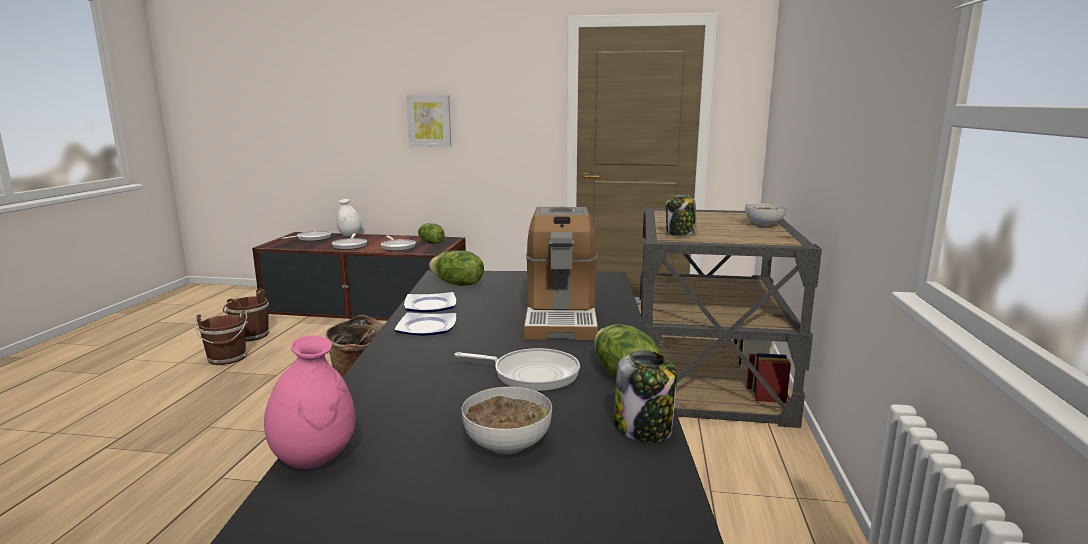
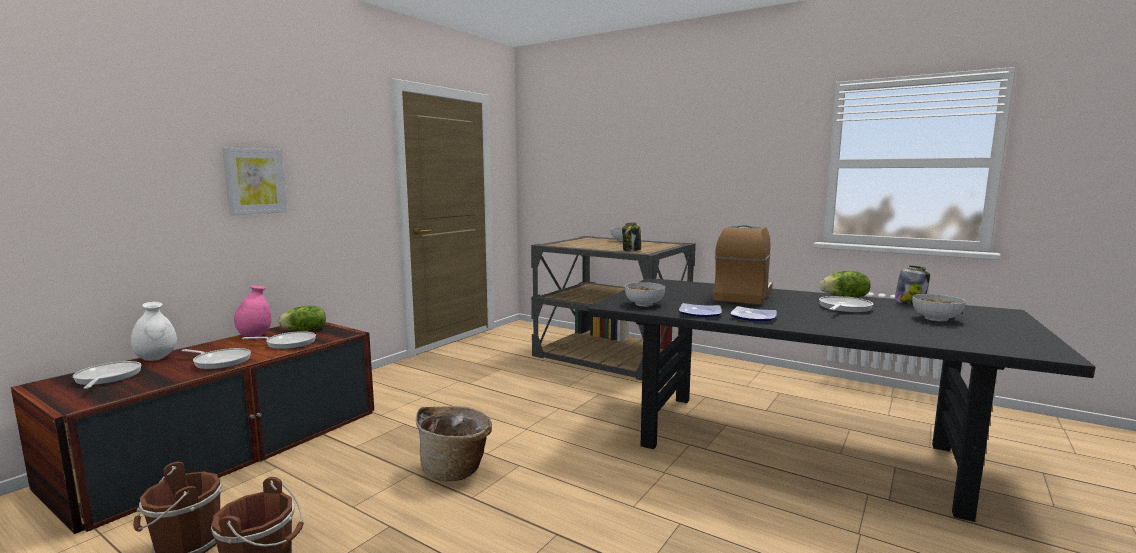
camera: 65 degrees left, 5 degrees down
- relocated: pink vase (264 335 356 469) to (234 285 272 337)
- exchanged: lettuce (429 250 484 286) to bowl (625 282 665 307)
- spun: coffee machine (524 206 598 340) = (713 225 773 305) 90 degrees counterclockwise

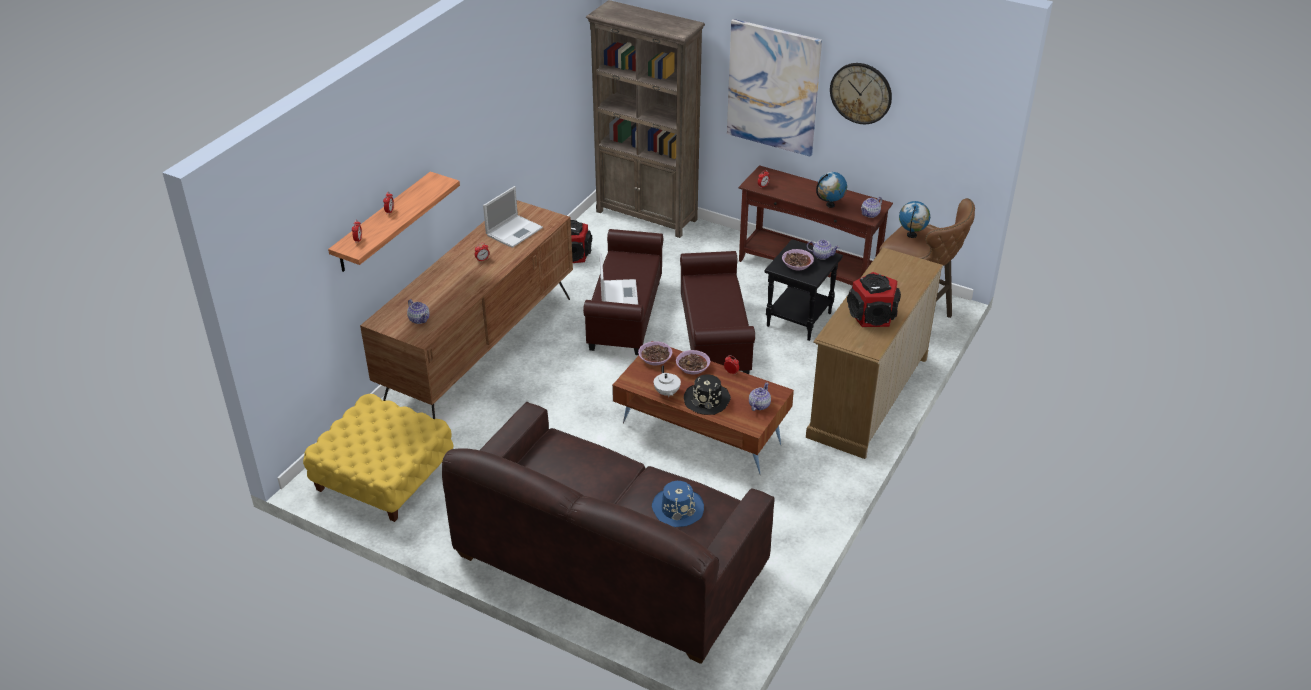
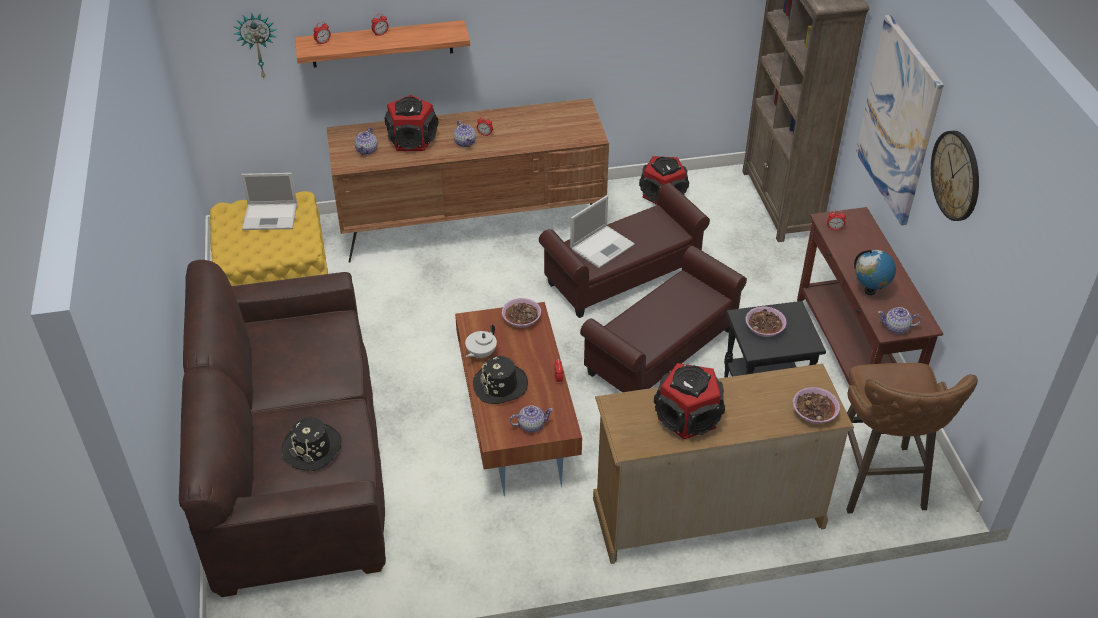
camera: 50 degrees right, 5 degrees up
- missing: globe (899 201 930 238)
- appeared: wall clock (235 13 276 78)
- appeared: speaker (385 95 438 151)
- relocated: laptop (483 186 543 248) to (241 173 297 230)
- relocated: bowl (676 350 710 375) to (793 387 840 424)
- relocated: teapot (807 240 839 260) to (453 121 476 147)
- colour: blue hat (652 481 704 527) to black hat (282 417 341 471)

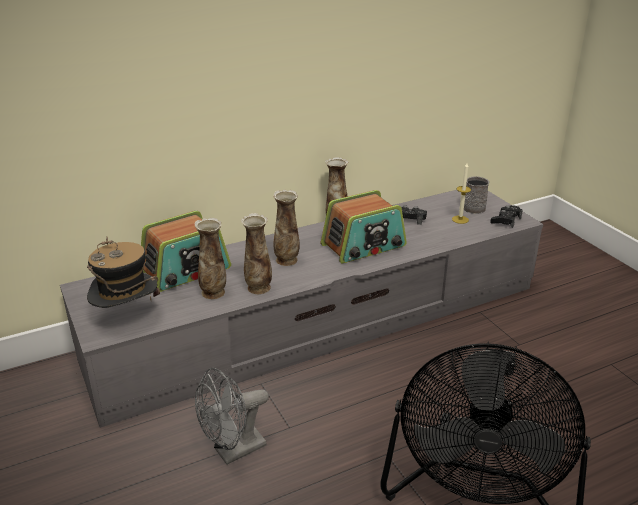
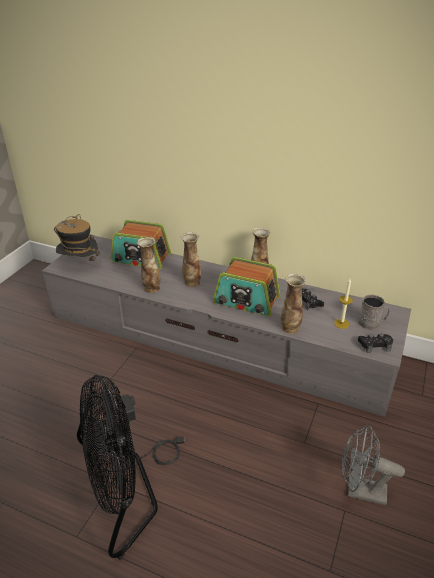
camera: 50 degrees right, 5 degrees up
- relocated: vase (195 218 226 299) to (281 273 306 334)
- relocated: grey fan (195 368 269 465) to (341 425 405 506)

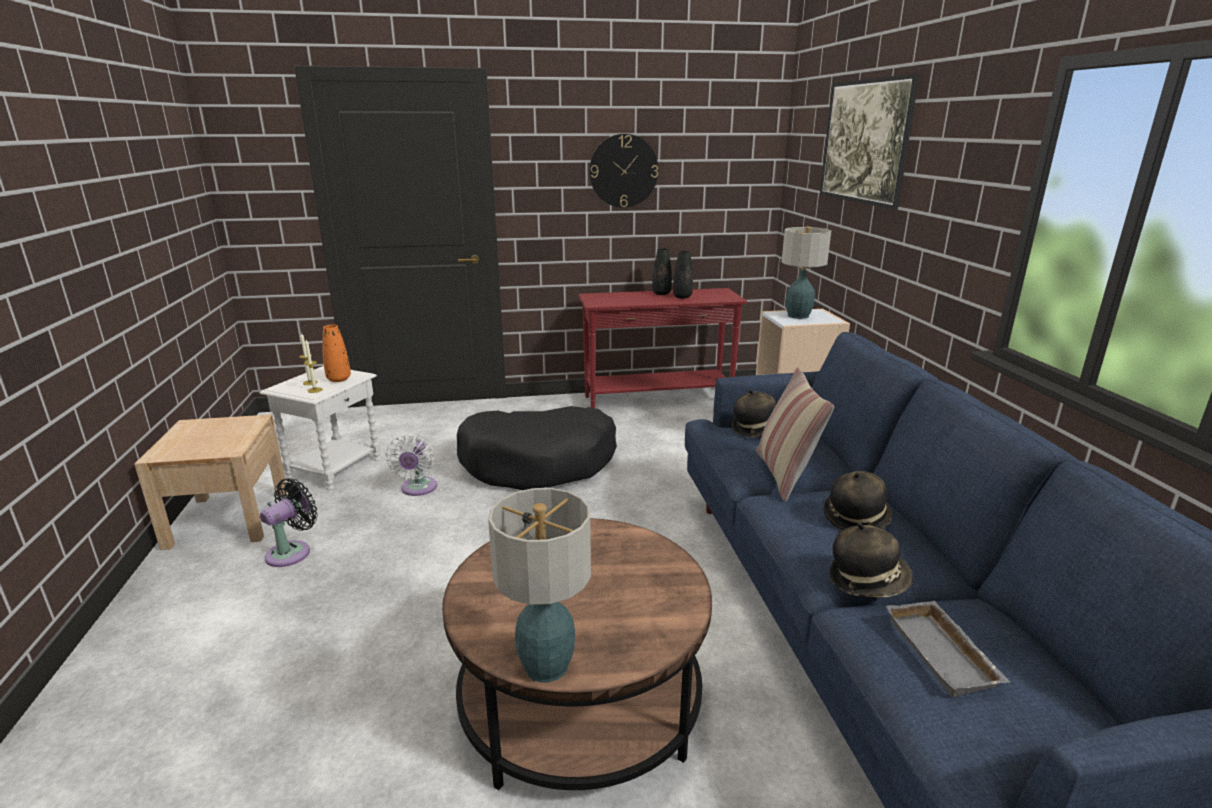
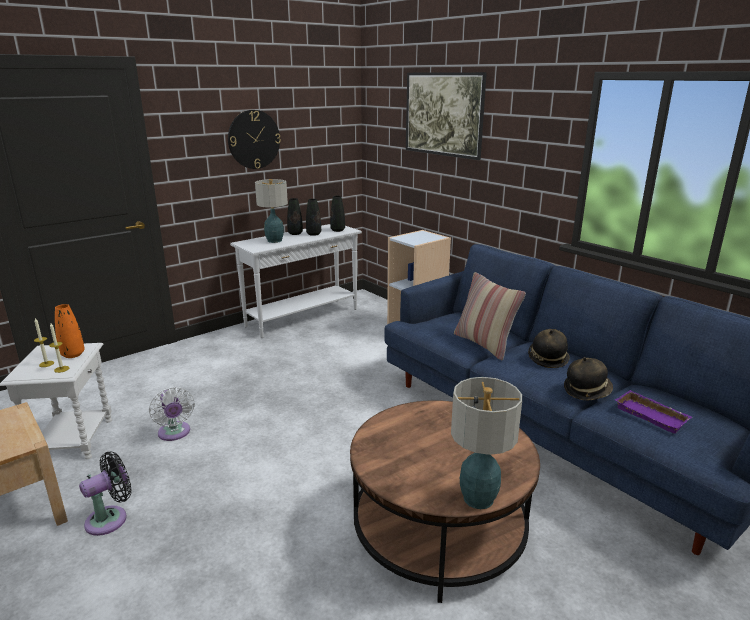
camera: 30 degrees left, 0 degrees up
- missing: black dog bed (457 406 617 490)
- missing: hat (732 389 776 437)
- appeared: black vase (330 196 345 232)
- relocated: table lamp (782 226 831 319) to (255 179 288 243)
- colour: red console table (578 288 747 408) to white console table (230 224 362 338)
- colour: grey tray (886 601 1010 697) to purple tray (615 390 692 434)
- spun: black fan (260 478 318 567) = (79 452 132 536) 45 degrees clockwise

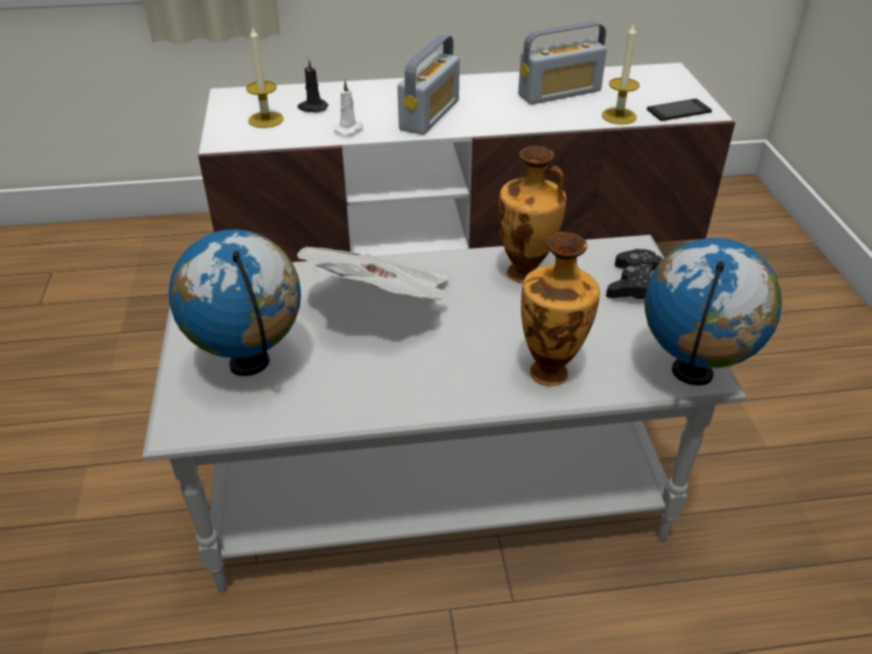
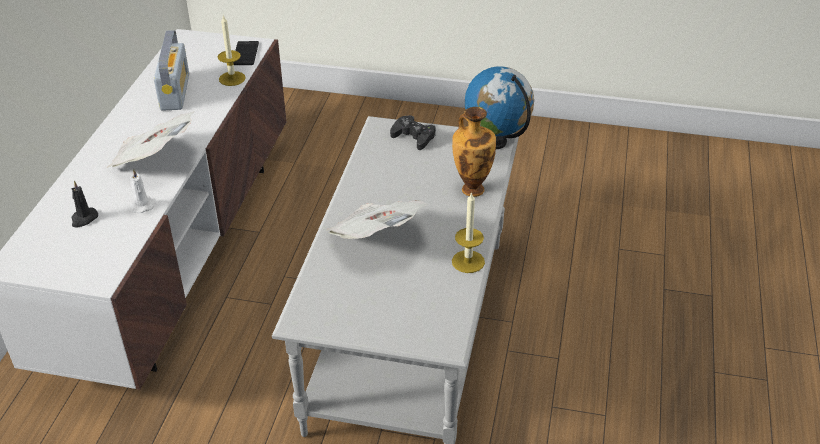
camera: 70 degrees left, 0 degrees up
- missing: globe (169 229 301 376)
- missing: vase (498 146 566 283)
- relocated: candle (246 26 284 128) to (452 192 485 273)
- exchanged: radio (398 34 460 135) to newspaper (107 111 194 168)

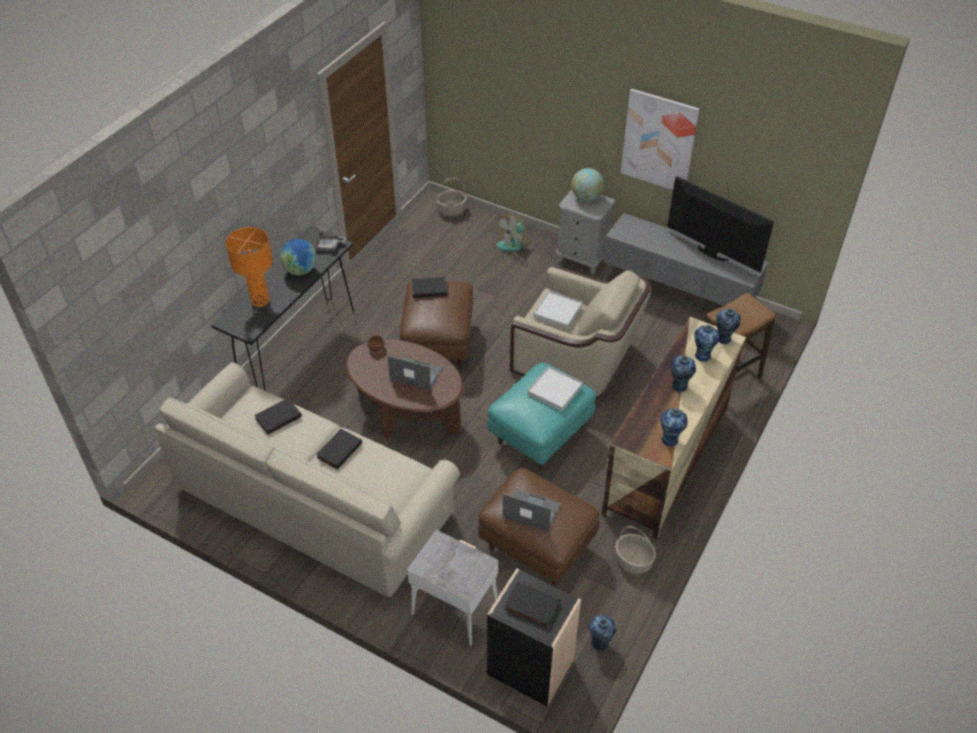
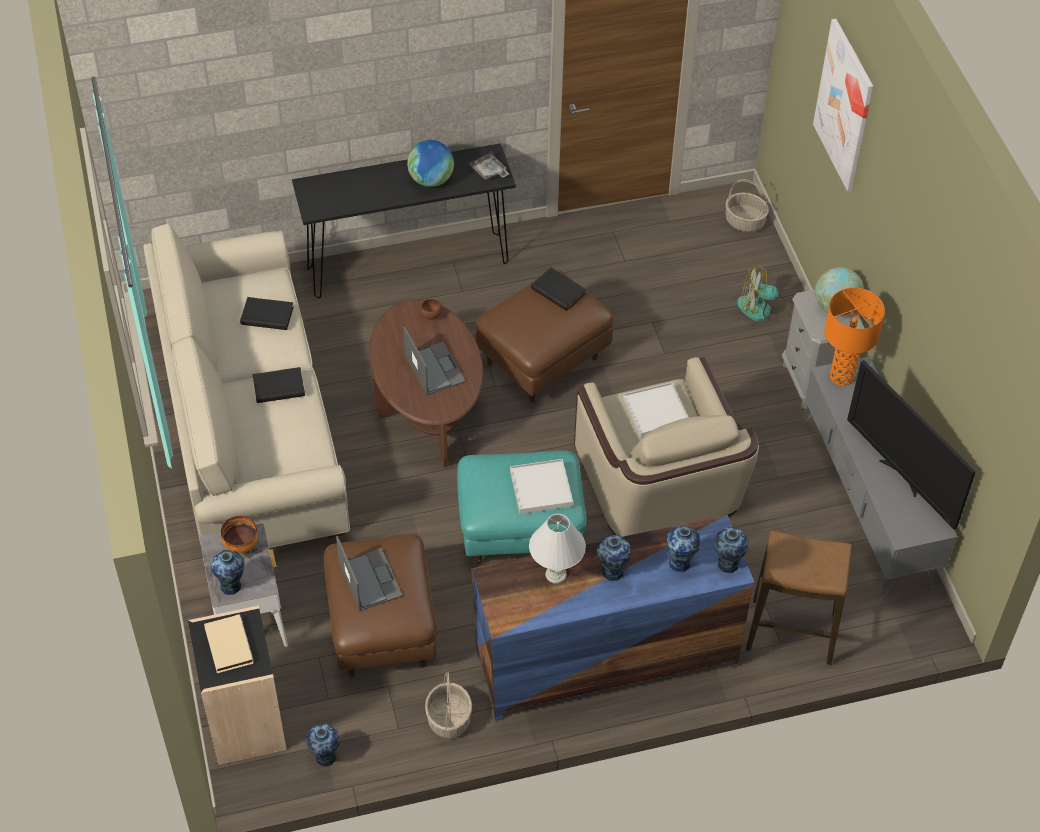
camera: 45 degrees right, 5 degrees up
- appeared: bowl (221 516 258 553)
- appeared: white table lamp (529 514 586 584)
- relocated: orange table lamp (226 227 273 307) to (824 288 885 386)
- relocated: picture (621 89 700 190) to (813 19 873 191)
- relocated: vase (661 408 688 446) to (211 550 245 595)
- colour: black book (504 581 560 628) to beige book (204 614 254 673)
- colour: beige cabinet (602 317 746 540) to blue cabinet (471 515 755 721)
- spun: television (667 176 774 272) = (847 360 976 530) 150 degrees clockwise

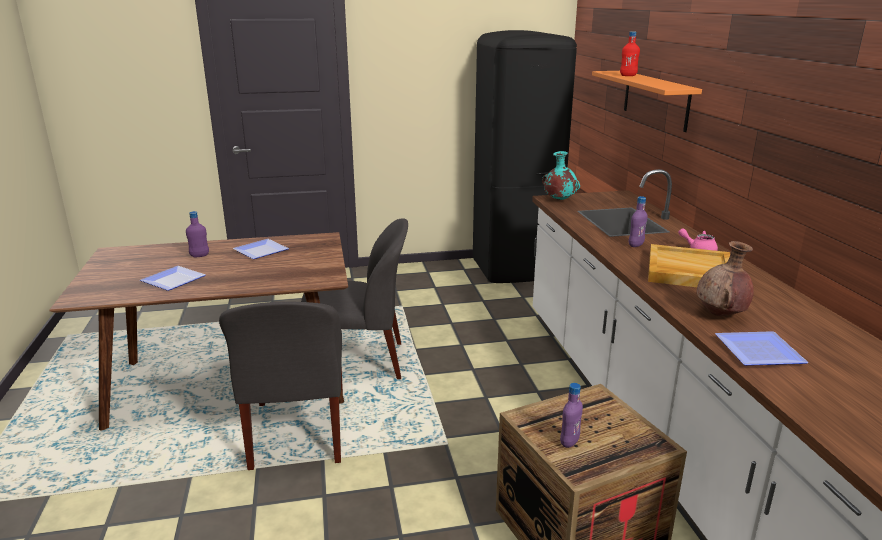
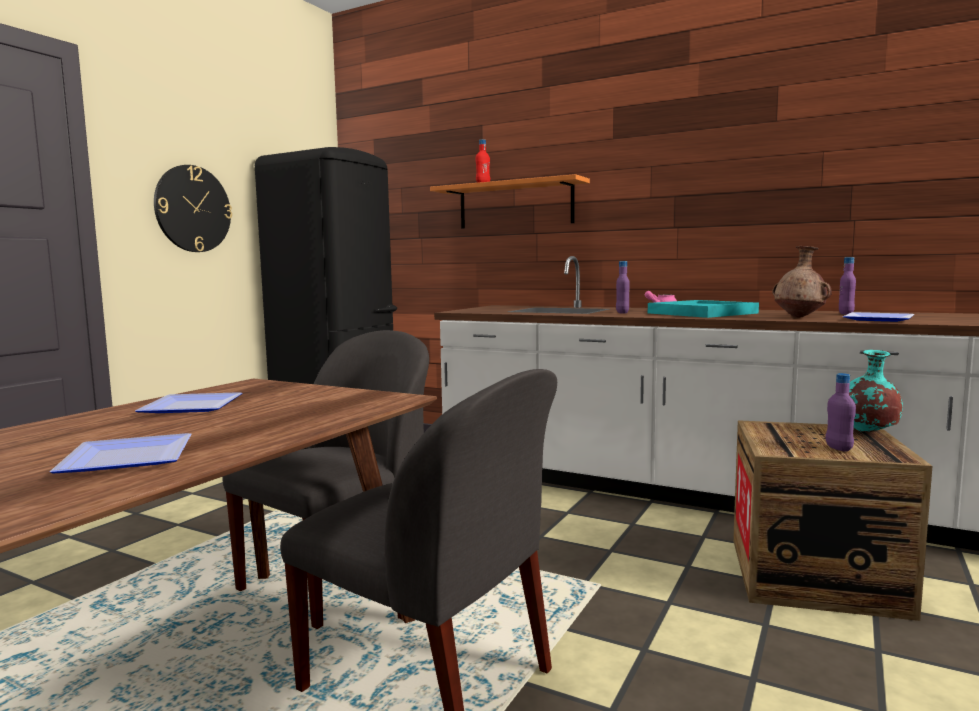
camera: 50 degrees left, 15 degrees down
- appeared: wall clock (154 165 232 252)
- relocated: purple bottle (186 211 209 257) to (839 257 856 315)
- relocated: turquoise vase (542 151 580 200) to (849 350 903 432)
- colour: beige tray (648 244 730 287) to turquoise tray (648 300 759 318)

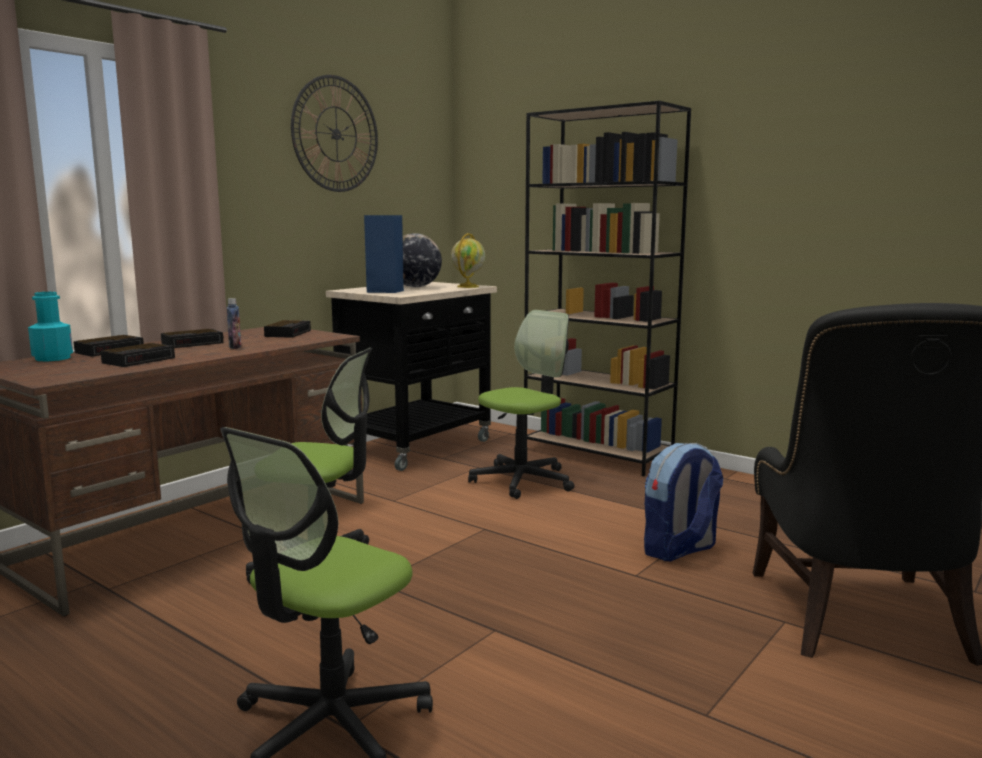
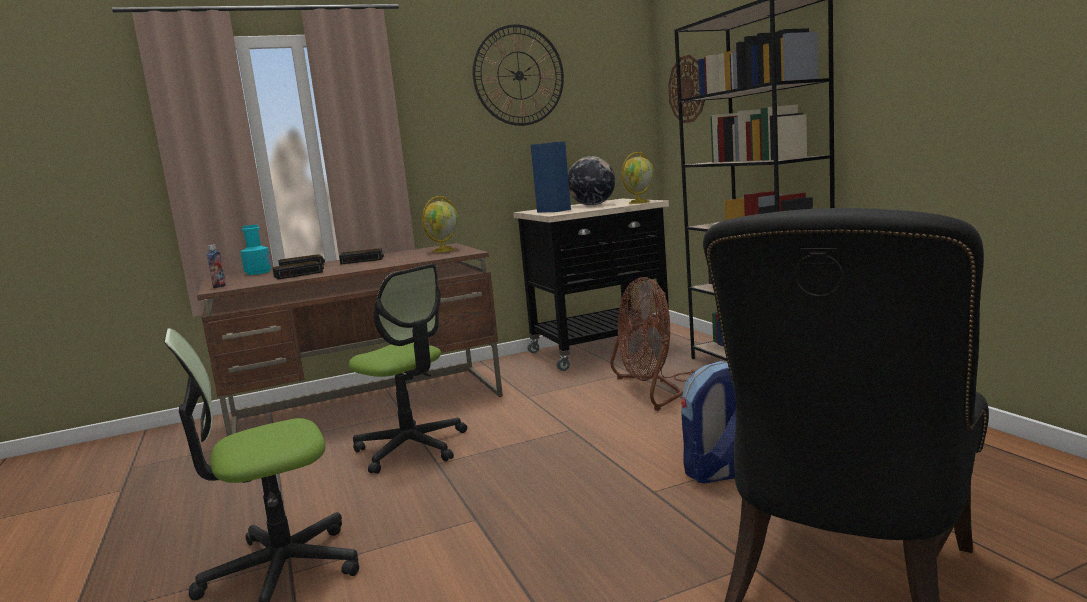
camera: 30 degrees right, 0 degrees up
- appeared: wall clock (668 55 705 123)
- relocated: bottle (226 298 241 349) to (207 244 226 288)
- exchanged: alarm clock (264 320 311 338) to globe (422 196 458 253)
- exchanged: office chair (468 310 575 499) to brown fan (610 277 698 411)

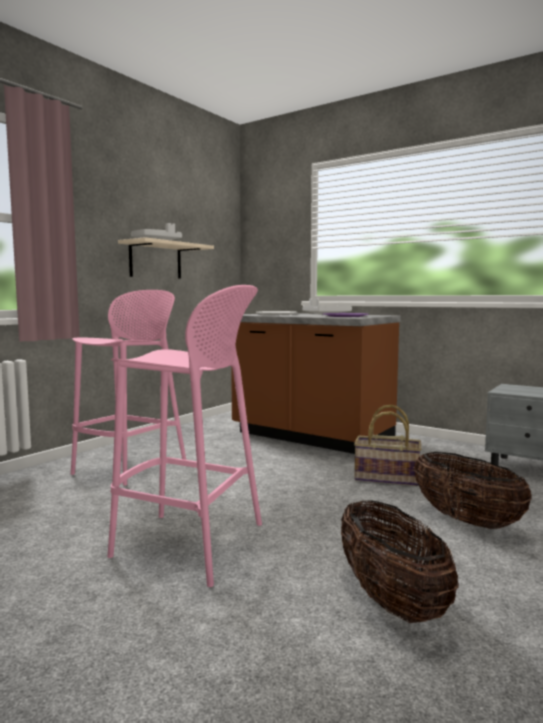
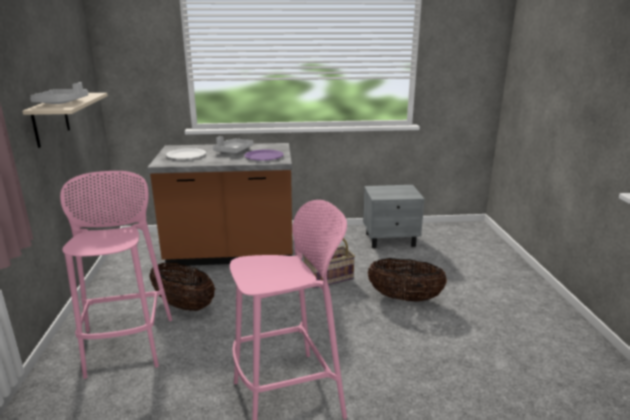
camera: 40 degrees left, 15 degrees up
- relocated: basket (341 500 459 623) to (149 262 215 311)

